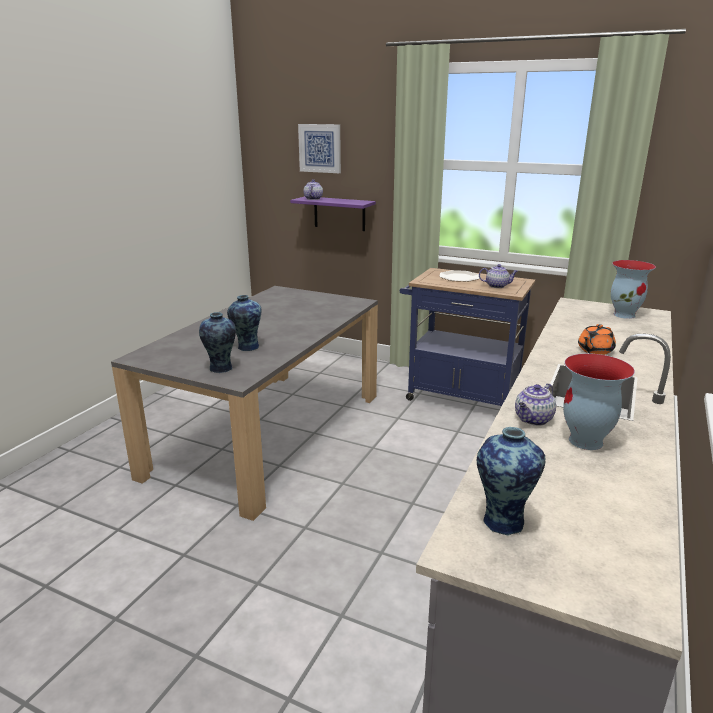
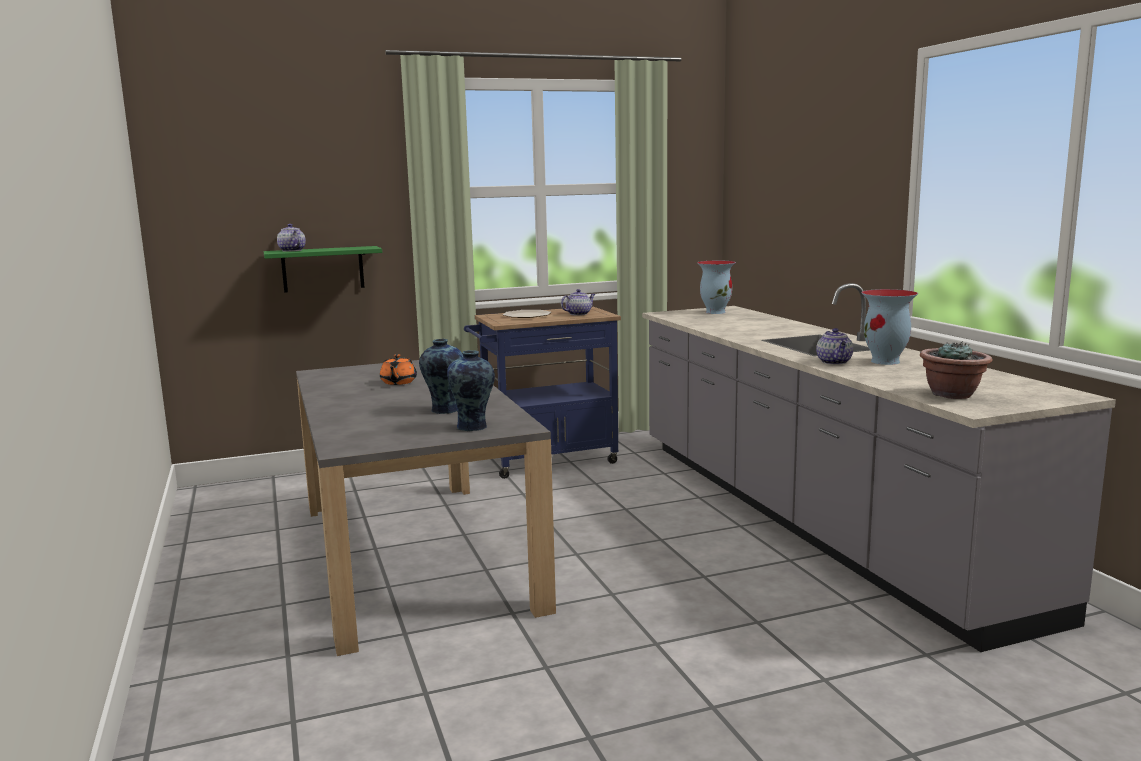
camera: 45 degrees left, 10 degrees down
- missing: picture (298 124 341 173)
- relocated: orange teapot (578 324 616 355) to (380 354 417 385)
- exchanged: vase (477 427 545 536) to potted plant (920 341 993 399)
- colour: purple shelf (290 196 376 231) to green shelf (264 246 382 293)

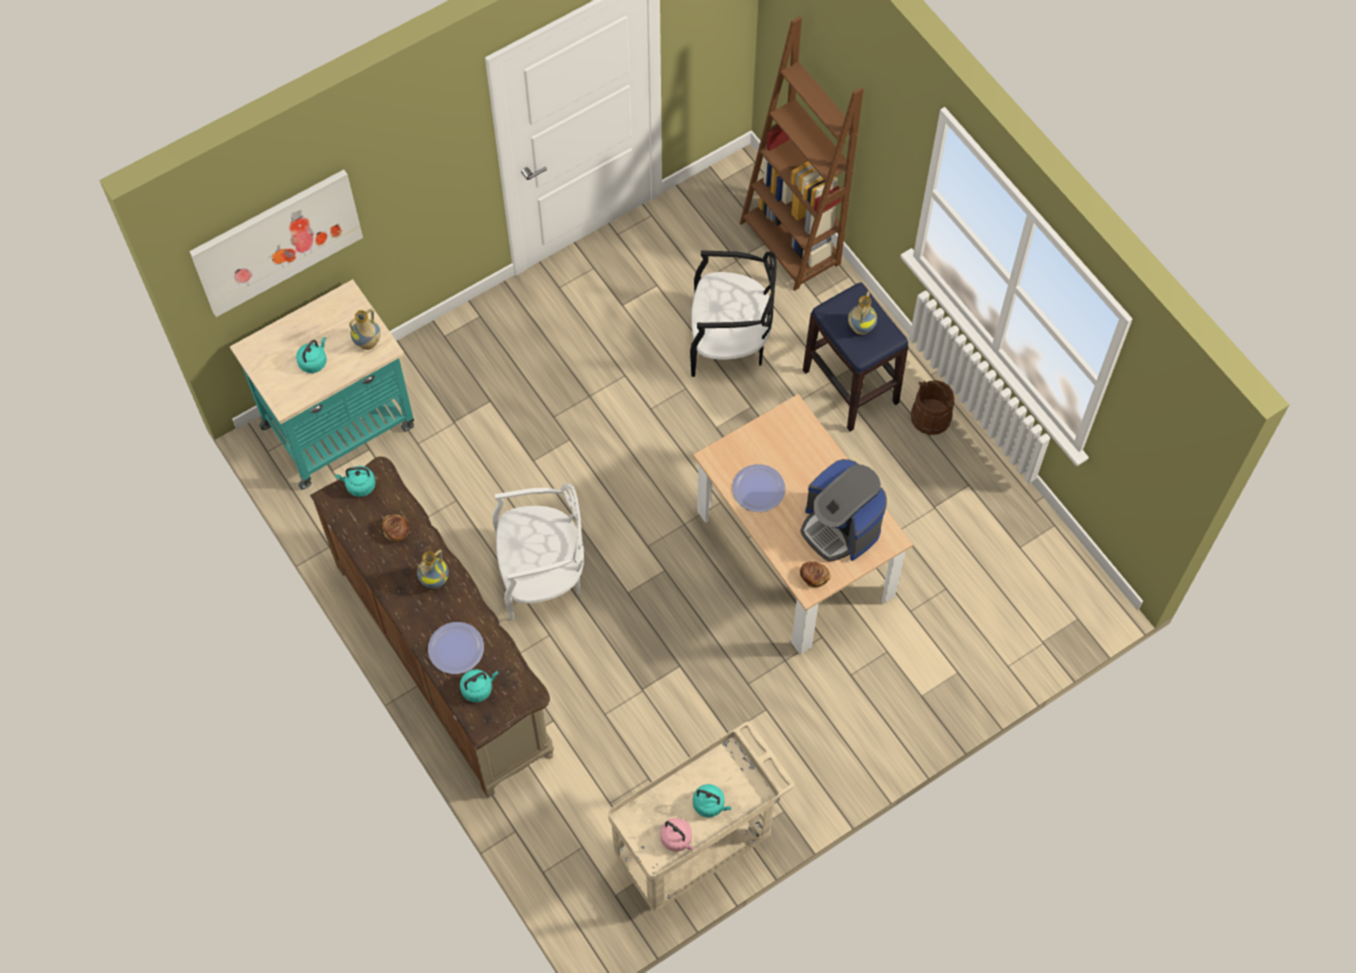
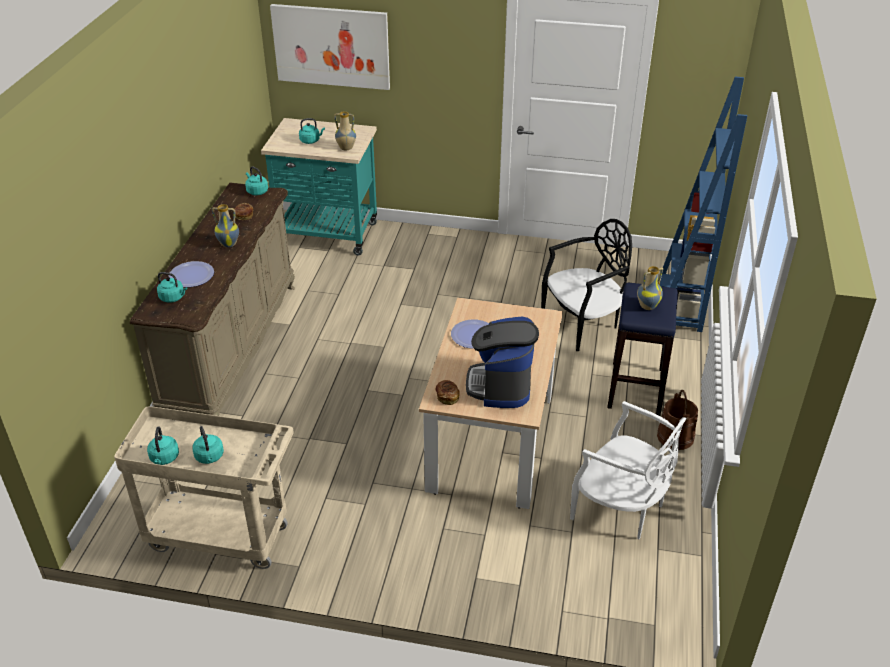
camera: 45 degrees right, 25 degrees down
- relocated: white chair (492 484 584 621) to (570 401 686 539)
- colour: pink kettle (660 818 695 852) to turquoise kettle (147 426 179 465)
- colour: brown bookcase (740 16 863 291) to blue bookcase (658 77 747 332)
- spun: black chair (690 250 777 377) = (541 219 632 351) 75 degrees counterclockwise

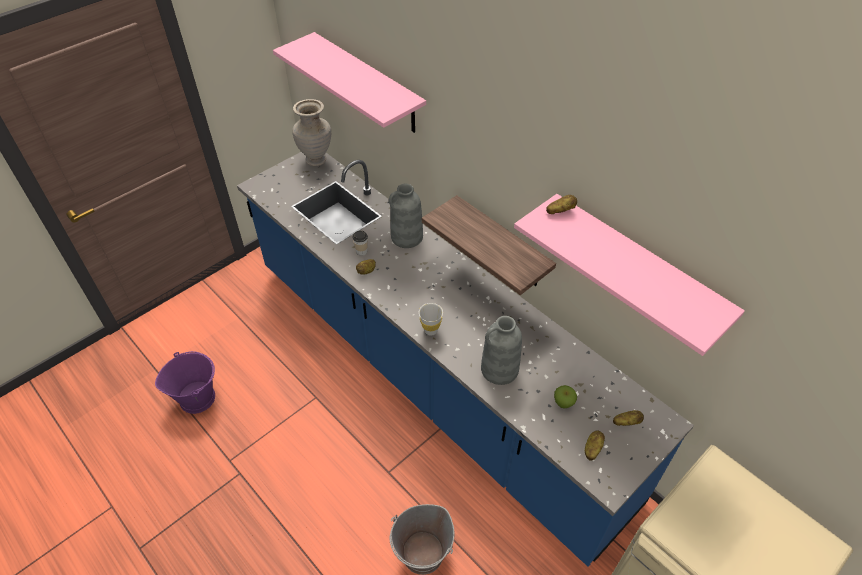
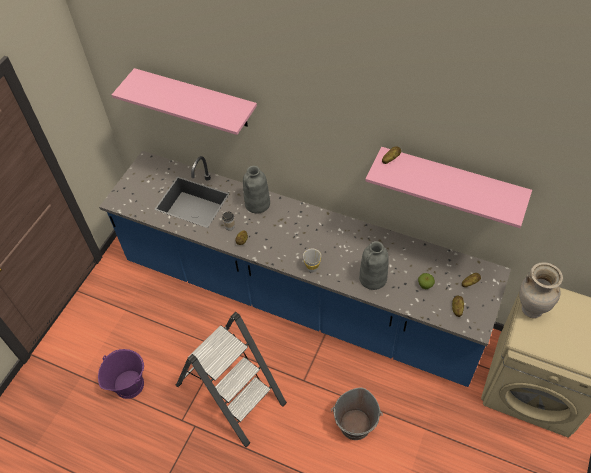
camera: 20 degrees left, 5 degrees up
- missing: shelf (422 195 556 295)
- appeared: grey step ladder (176 312 287 447)
- relocated: beige vase (292 99 331 166) to (519 262 563 318)

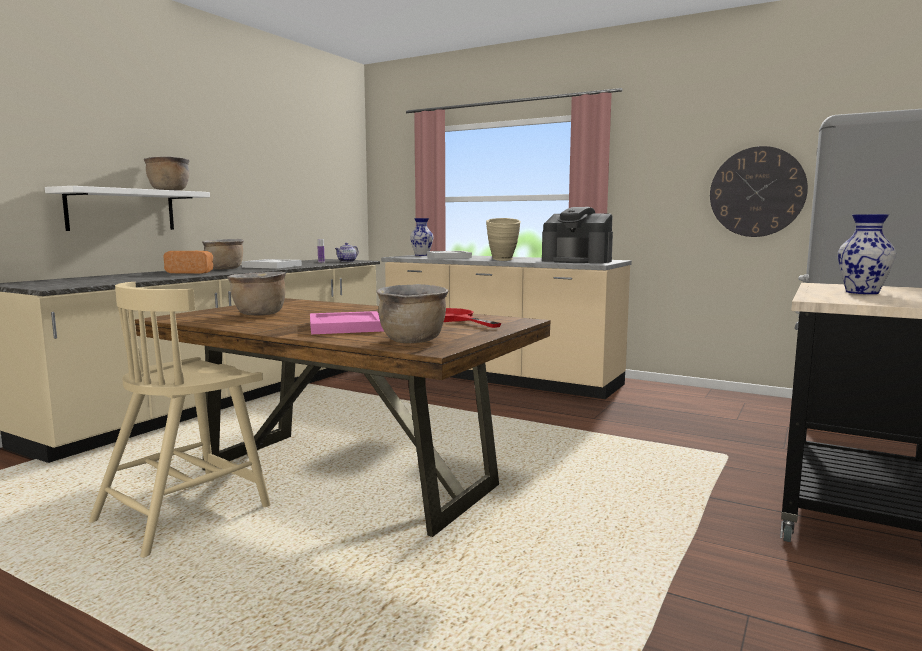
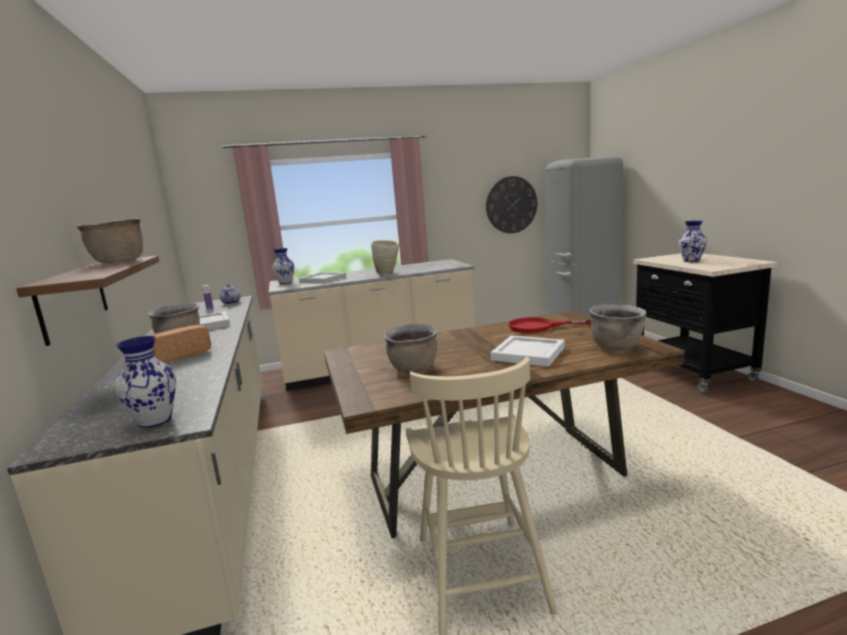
camera: 45 degrees left, 5 degrees up
- missing: coffee machine (542 207 613 264)
- appeared: vase (114 336 176 428)
- colour: white shelf (45 186 210 231) to brown shelf (16 256 160 346)
- colour: pink tray (310 311 384 334) to white tray (490 336 565 367)

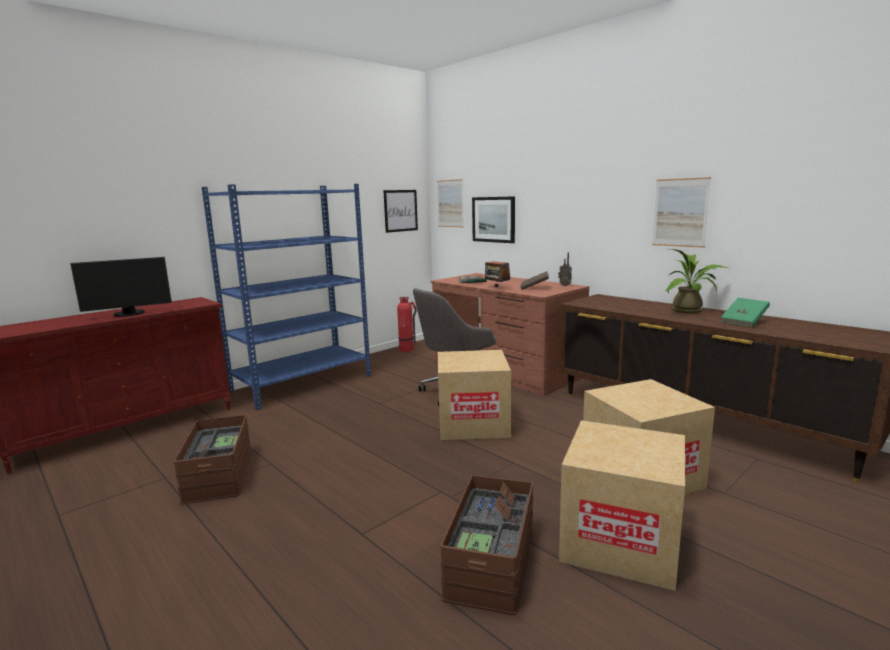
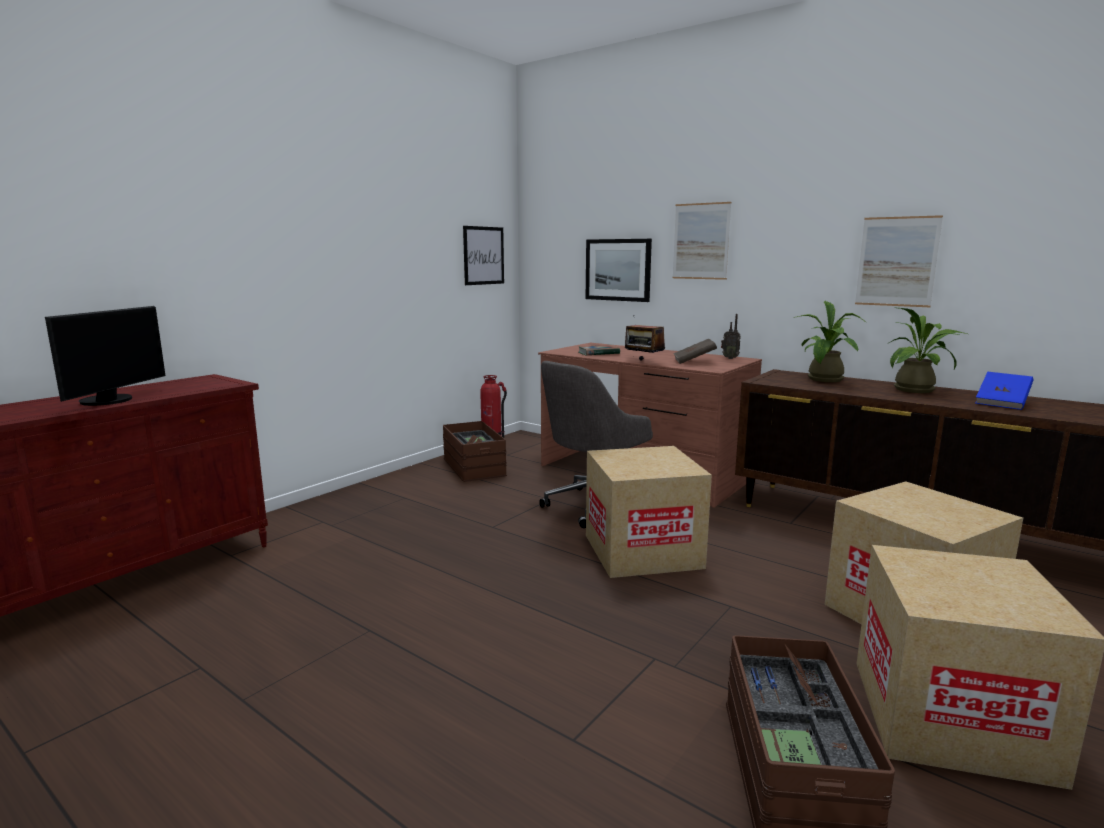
camera: 10 degrees left, 0 degrees up
- missing: blue bookcase (202 184 371 410)
- appeared: potted plant (793 301 867 382)
- relocated: brown storage box (174 415 252 504) to (443 421 507 482)
- relocated: picture (437 179 464 227) to (672 202 731 280)
- colour: green book (721 298 770 327) to blue book (975 372 1034 410)
- spun: monitor (70 257 172 317) = (45 306 166 406) 45 degrees counterclockwise

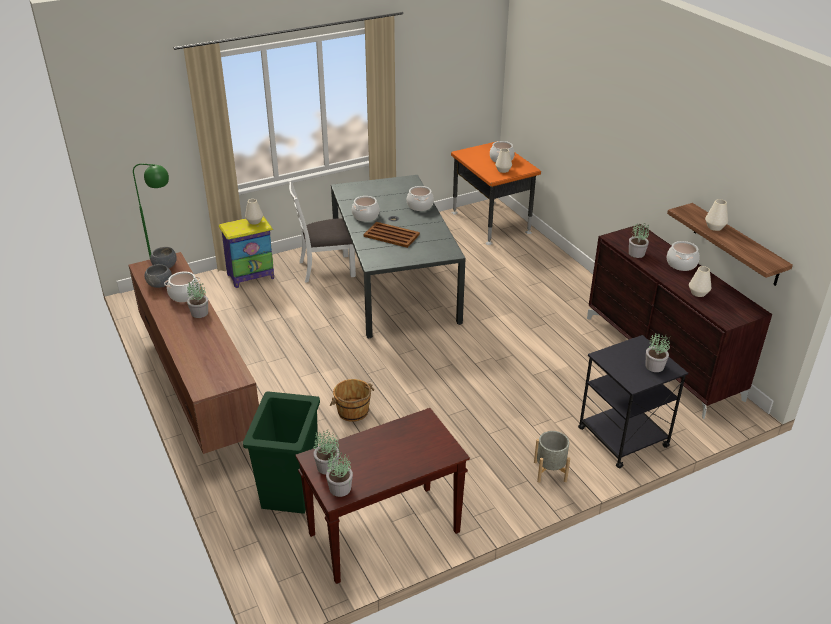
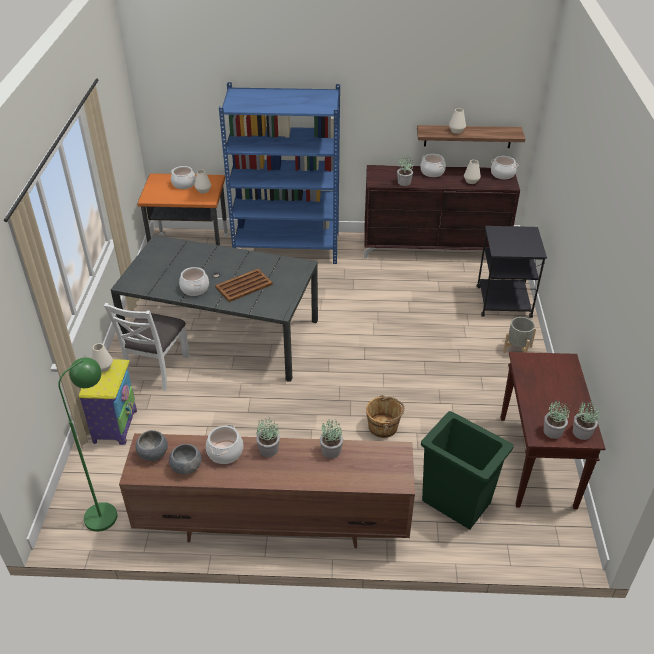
camera: 60 degrees left, 5 degrees up
- appeared: blue bookcase (219 82 340 264)
- relocated: cooking pot (407 186 434 211) to (491 156 518 179)
- relocated: potted plant (645 333 670 372) to (320 419 343 458)

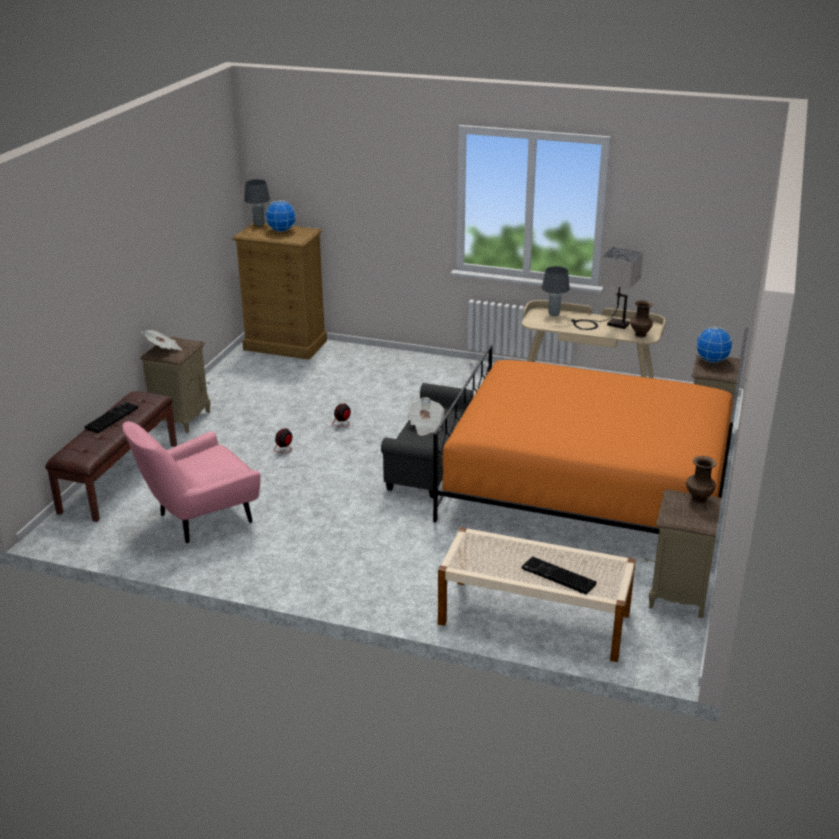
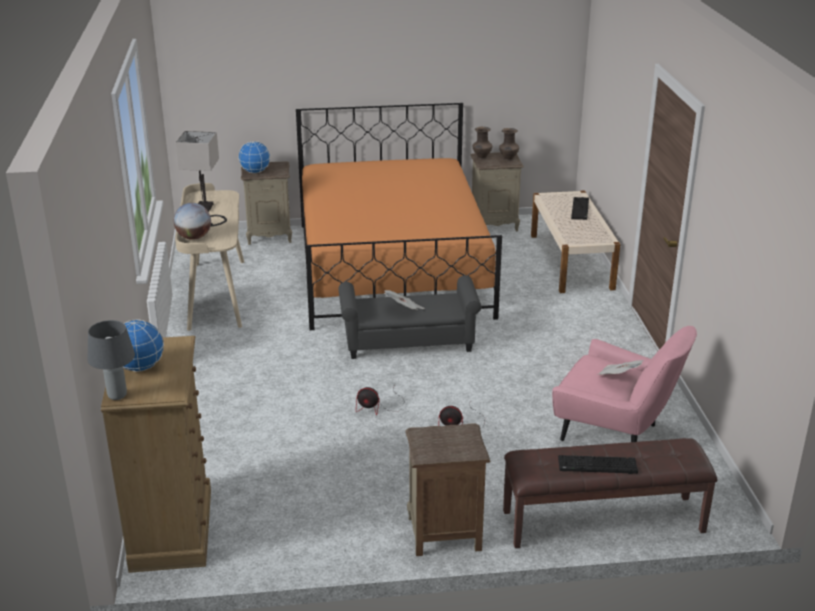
camera: 115 degrees left, 0 degrees up
- relocated: newspaper (141 330 182 350) to (596 360 644 375)
- relocated: brown vase (630 300 653 337) to (499 128 519 161)
- exchanged: grey table lamp (542 266 570 316) to globe (174 203 211 240)

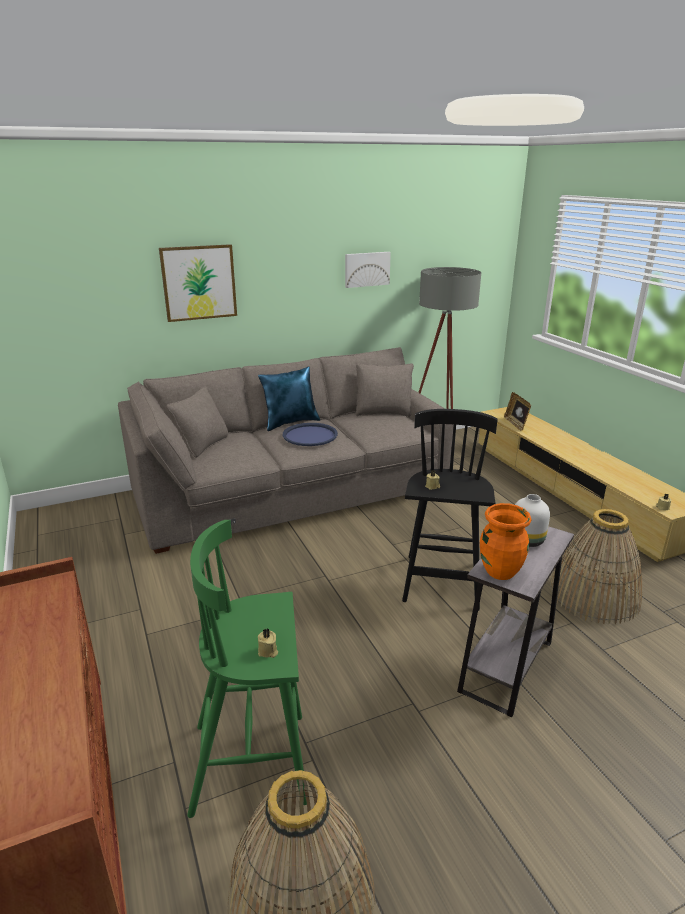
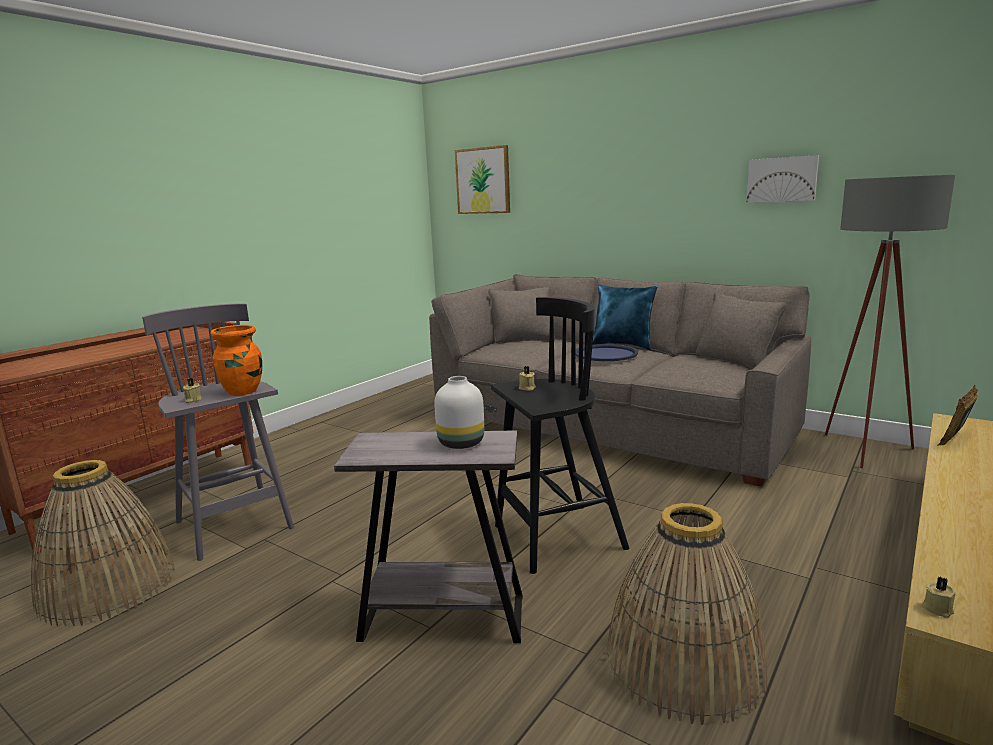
camera: 60 degrees right, 10 degrees down
- relocated: picture (159 244 237 322) to (455 145 510 214)
- relocated: orange vase (480 503 531 580) to (211 325 262 396)
- colour: green stool (187 520 307 818) to grey stool (142 304 294 561)

